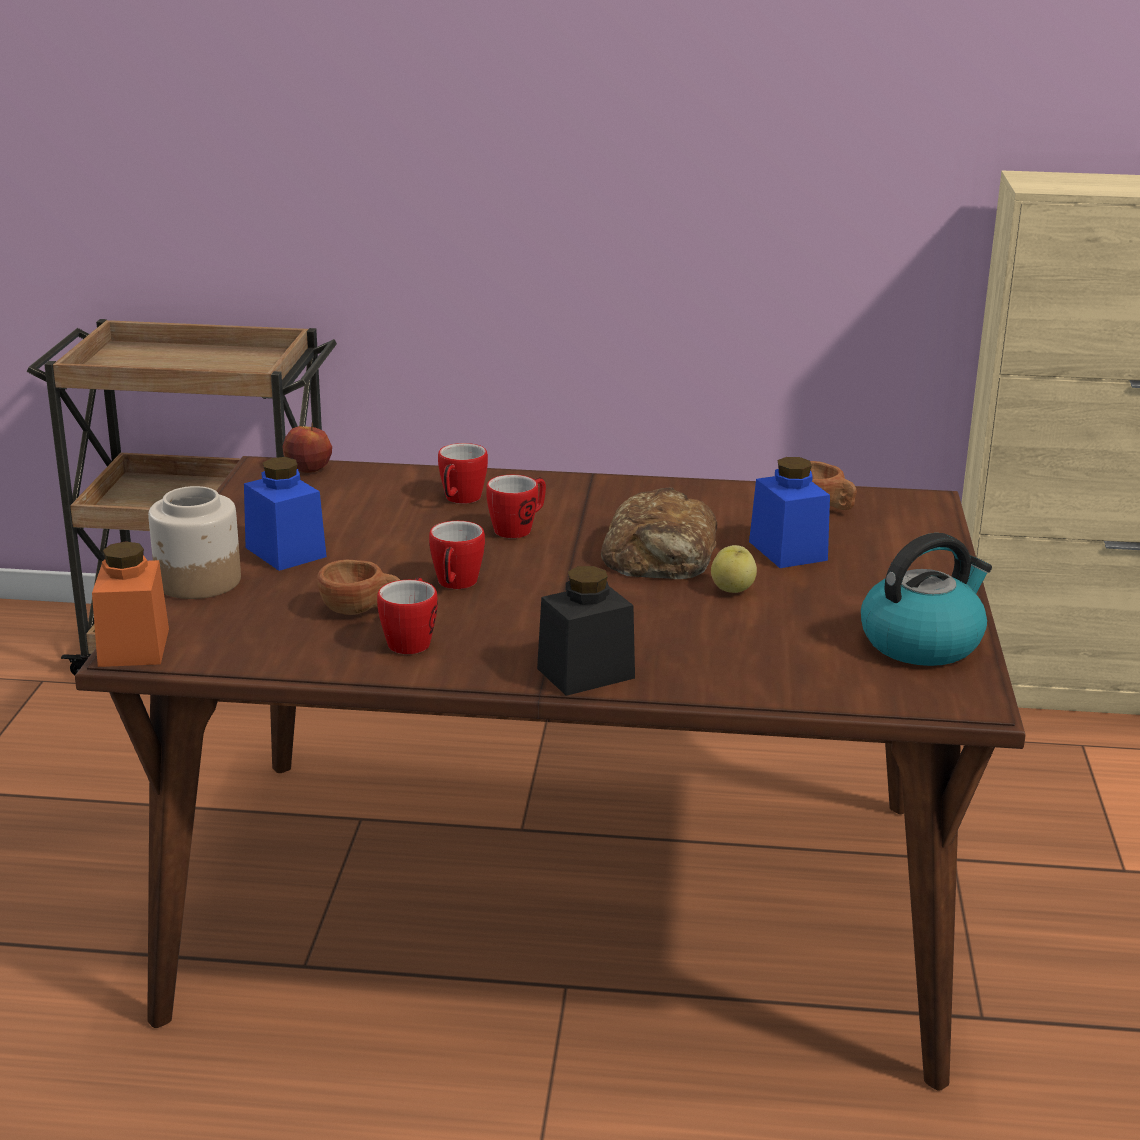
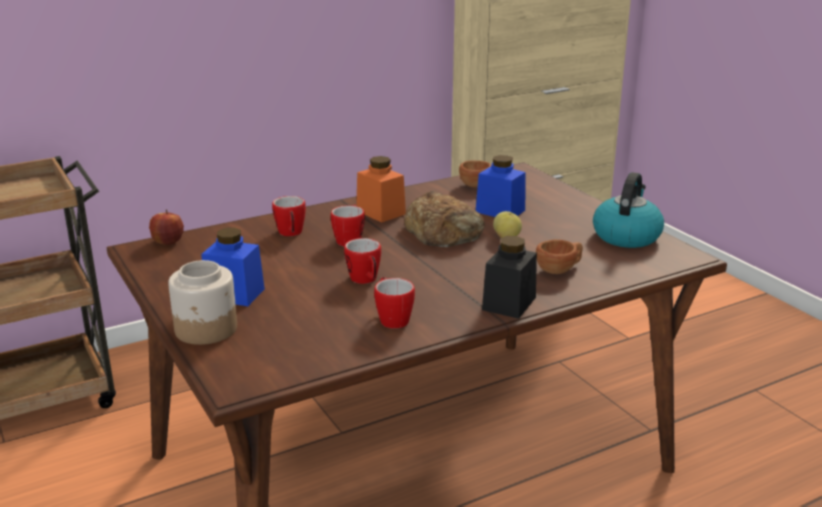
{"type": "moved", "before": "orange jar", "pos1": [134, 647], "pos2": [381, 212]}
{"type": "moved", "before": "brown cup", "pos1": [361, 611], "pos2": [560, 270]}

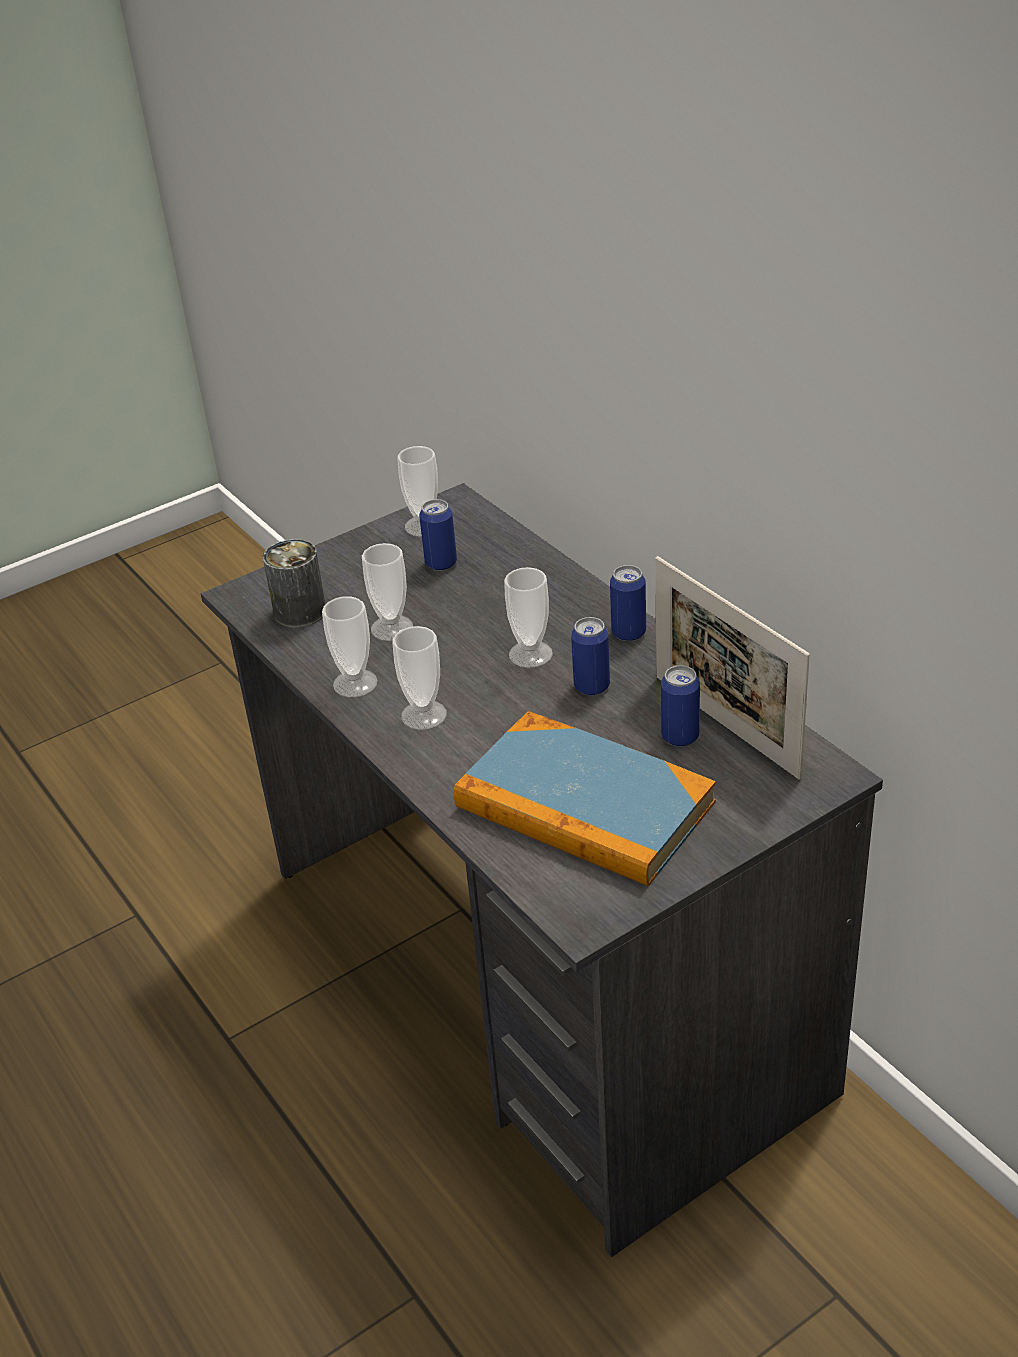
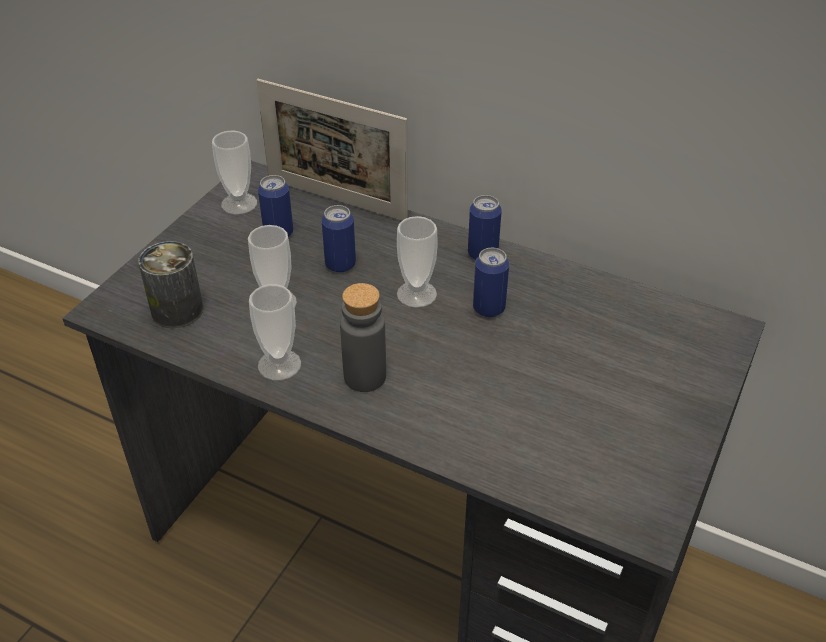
{"type": "replaced", "before": "cup", "after": "grey bottle", "pos1": [424, 715], "pos2": [365, 377]}
{"type": "removed", "before": "book", "pos1": [584, 806]}
{"type": "moved", "before": "picture frame", "pos1": [725, 725], "pos2": [336, 200]}
{"type": "moved", "before": "can", "pos1": [680, 736], "pos2": [340, 264]}

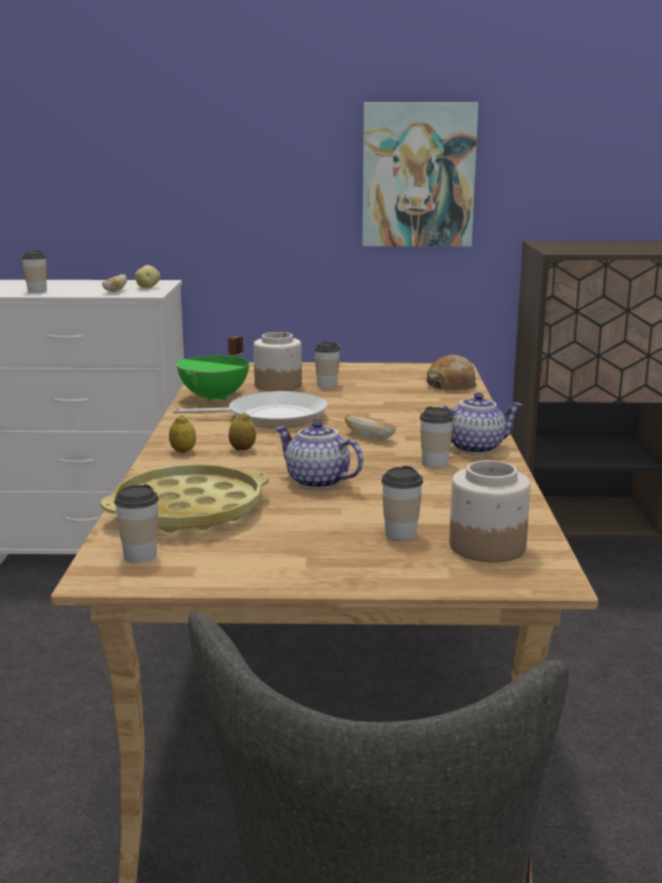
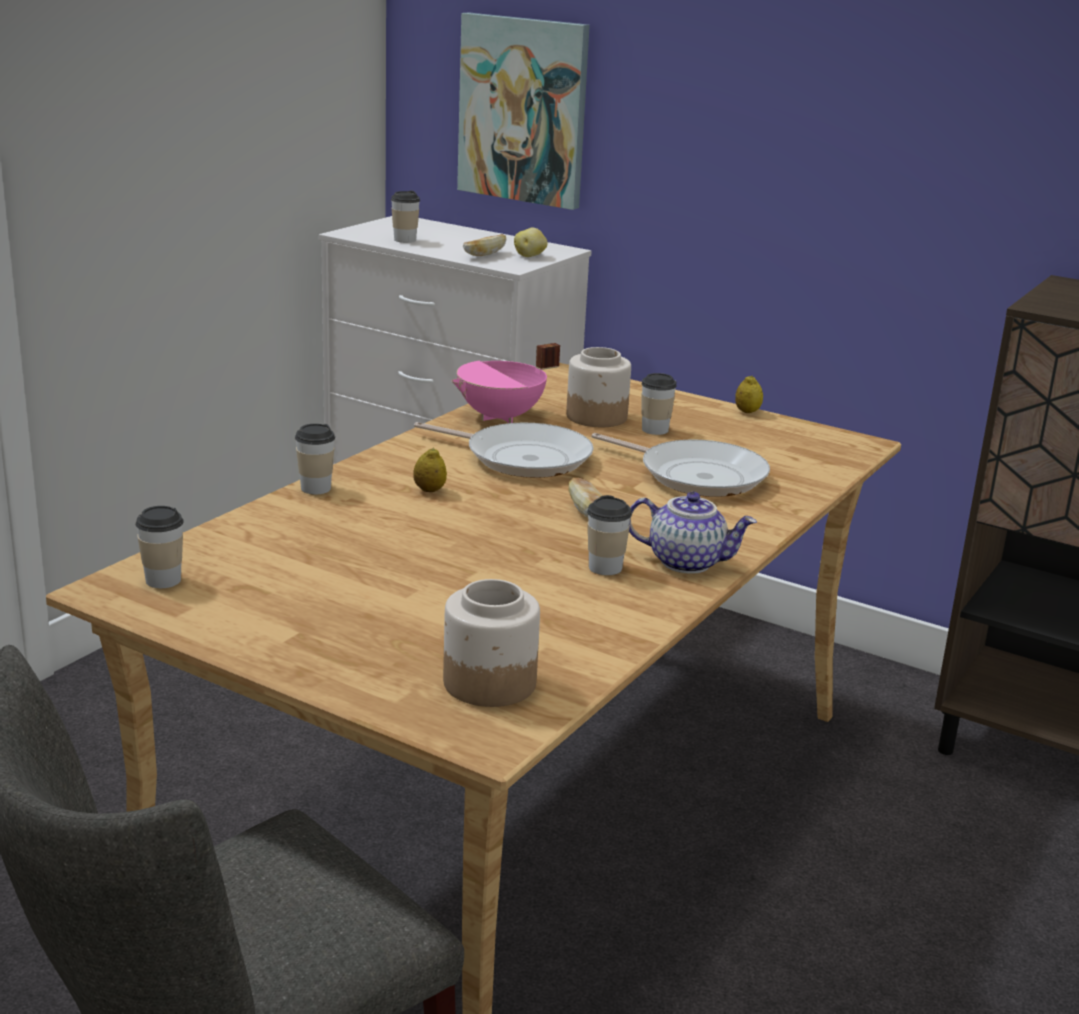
{"type": "removed", "before": "yellow tray", "pos1": [189, 510]}
{"type": "moved", "before": "lemon", "pos1": [183, 451], "pos2": [747, 412]}
{"type": "recoloured", "before": "green cooking pot", "after": "pink cooking pot", "pos1": [216, 398], "pos2": [501, 417]}
{"type": "removed", "before": "teapot", "pos1": [316, 482]}
{"type": "moved", "before": "picture", "pos1": [418, 175], "pos2": [523, 110]}
{"type": "moved", "before": "cup", "pos1": [400, 534], "pos2": [315, 488]}
{"type": "removed", "before": "bread", "pos1": [451, 385]}
{"type": "added", "after": "frying pan", "pos2": [696, 475]}

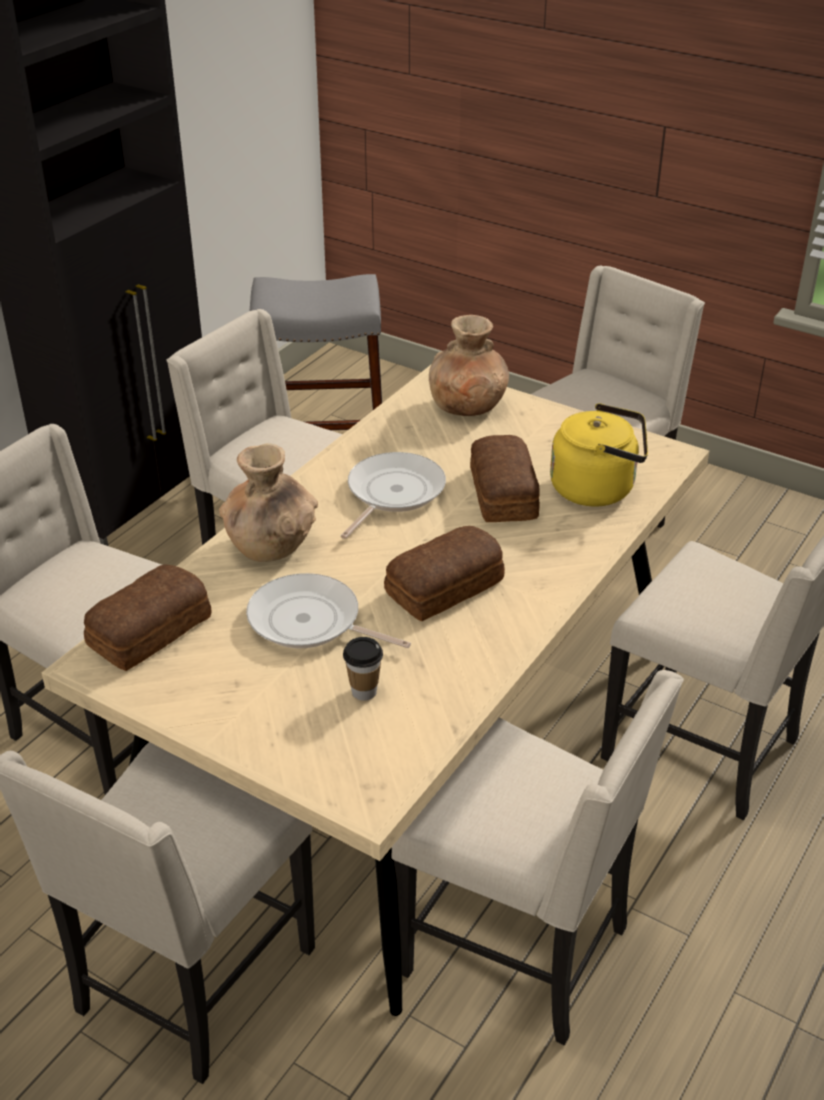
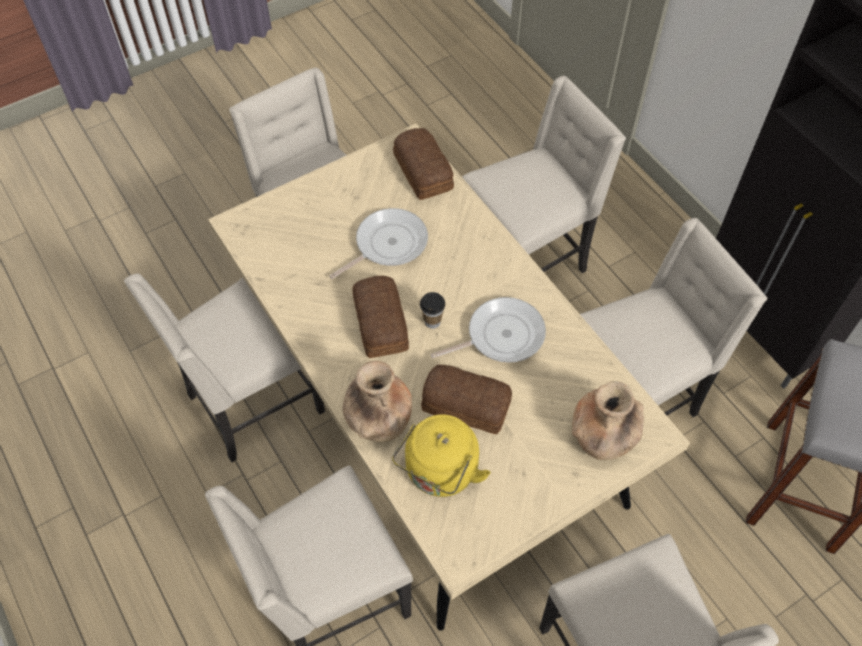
{"type": "moved", "before": "brown vase", "pos1": [270, 546], "pos2": [378, 419]}
{"type": "turned", "before": "frying pan", "pos1": [392, 493], "pos2": [501, 335], "turn": -75}
{"type": "moved", "before": "cup", "pos1": [364, 692], "pos2": [432, 322]}

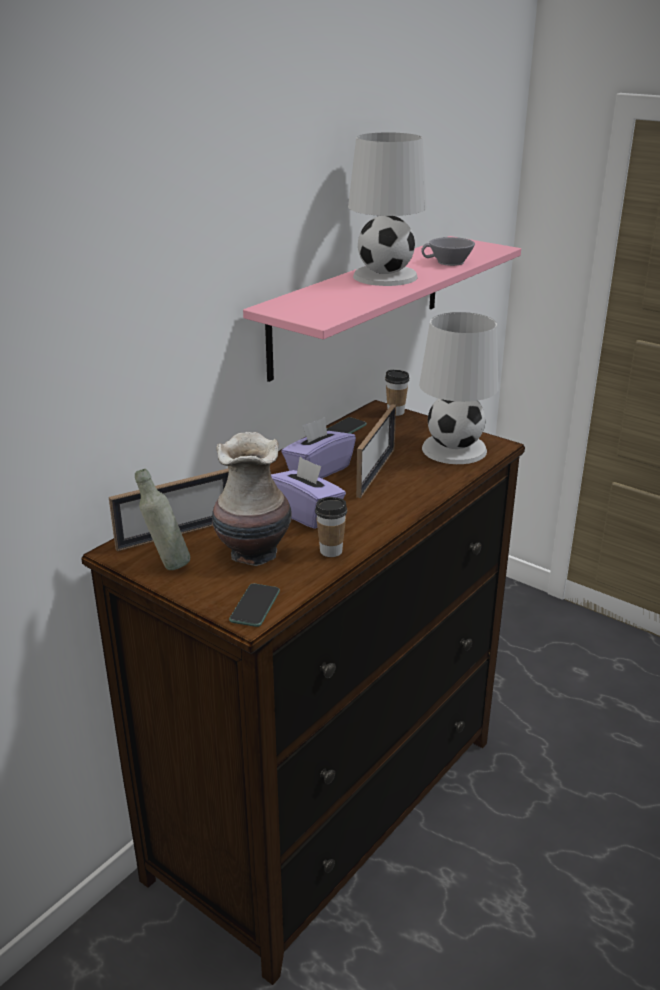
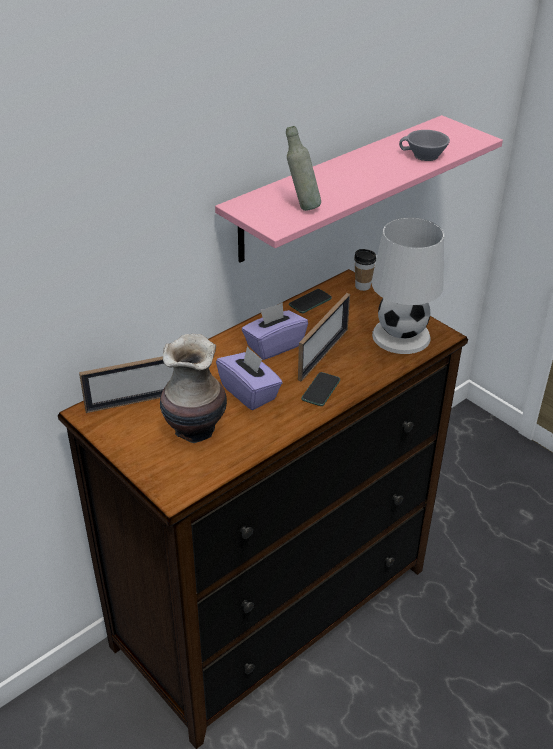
{"type": "moved", "before": "grey bottle", "pos1": [167, 564], "pos2": [302, 206]}
{"type": "moved", "before": "phone", "pos1": [255, 606], "pos2": [321, 390]}
{"type": "removed", "before": "cup", "pos1": [331, 551]}
{"type": "removed", "before": "white table lamp", "pos1": [386, 276]}

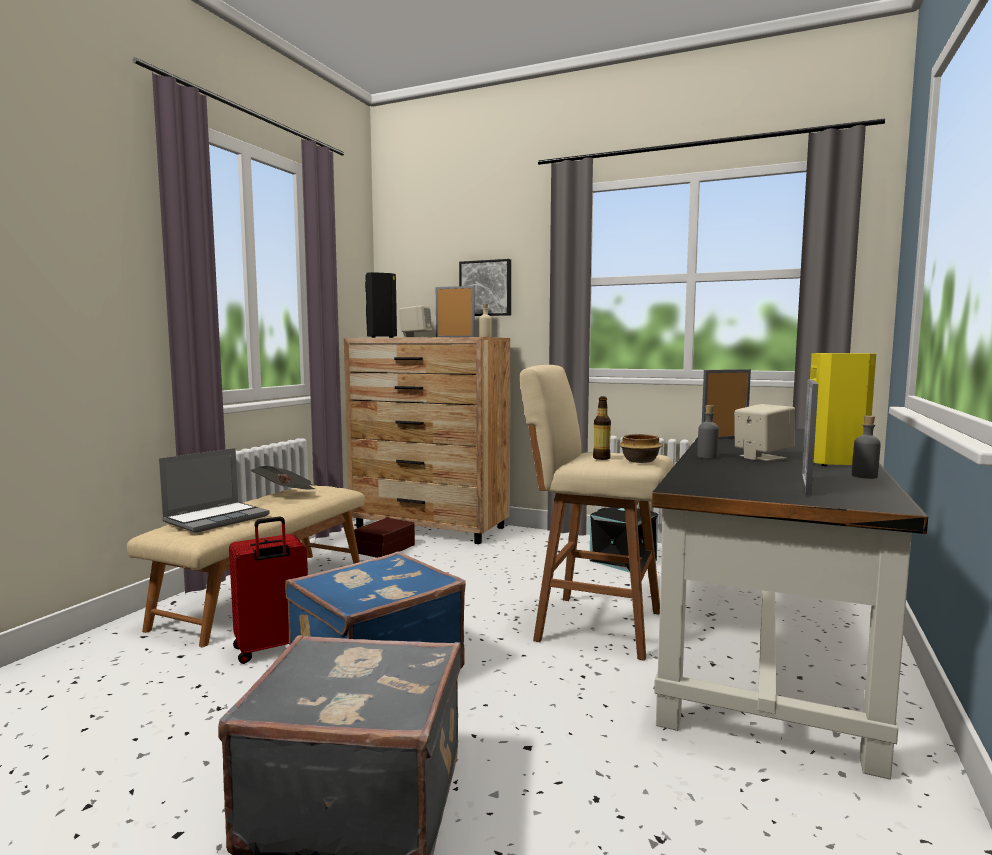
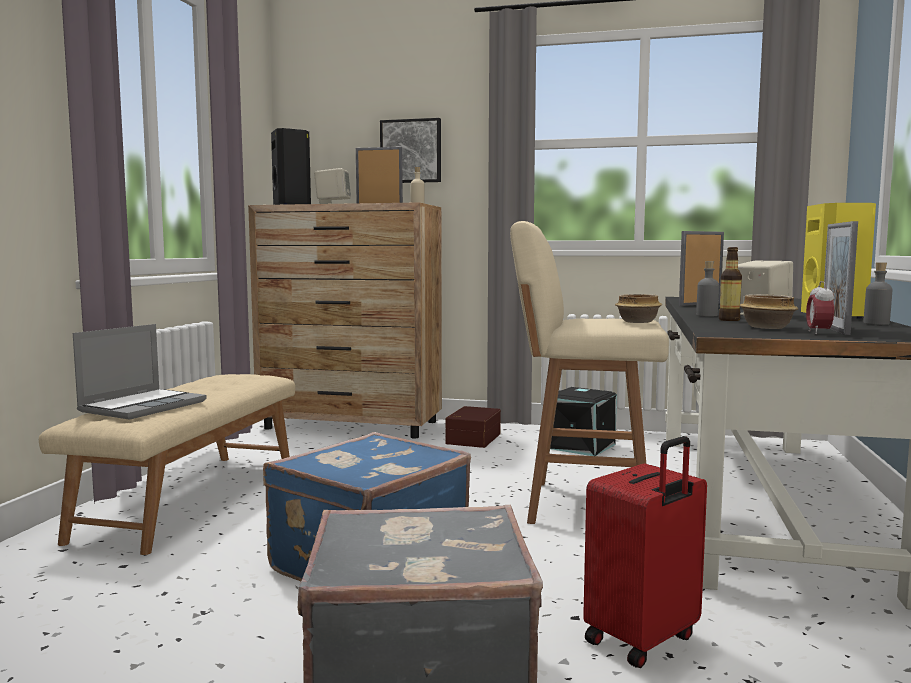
{"type": "moved", "before": "red suitcase", "pos1": [271, 649], "pos2": [643, 640]}
{"type": "removed", "before": "newspaper", "pos1": [287, 495]}
{"type": "moved", "before": "brown storage box", "pos1": [384, 548], "pos2": [472, 438]}
{"type": "moved", "before": "bottle", "pos1": [601, 458], "pos2": [729, 320]}
{"type": "added", "after": "bowl", "pos2": [767, 327]}
{"type": "added", "after": "alarm clock", "pos2": [818, 333]}

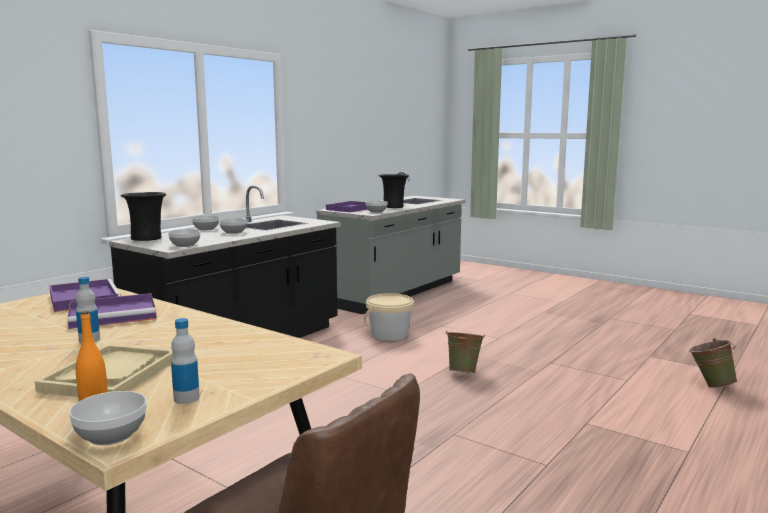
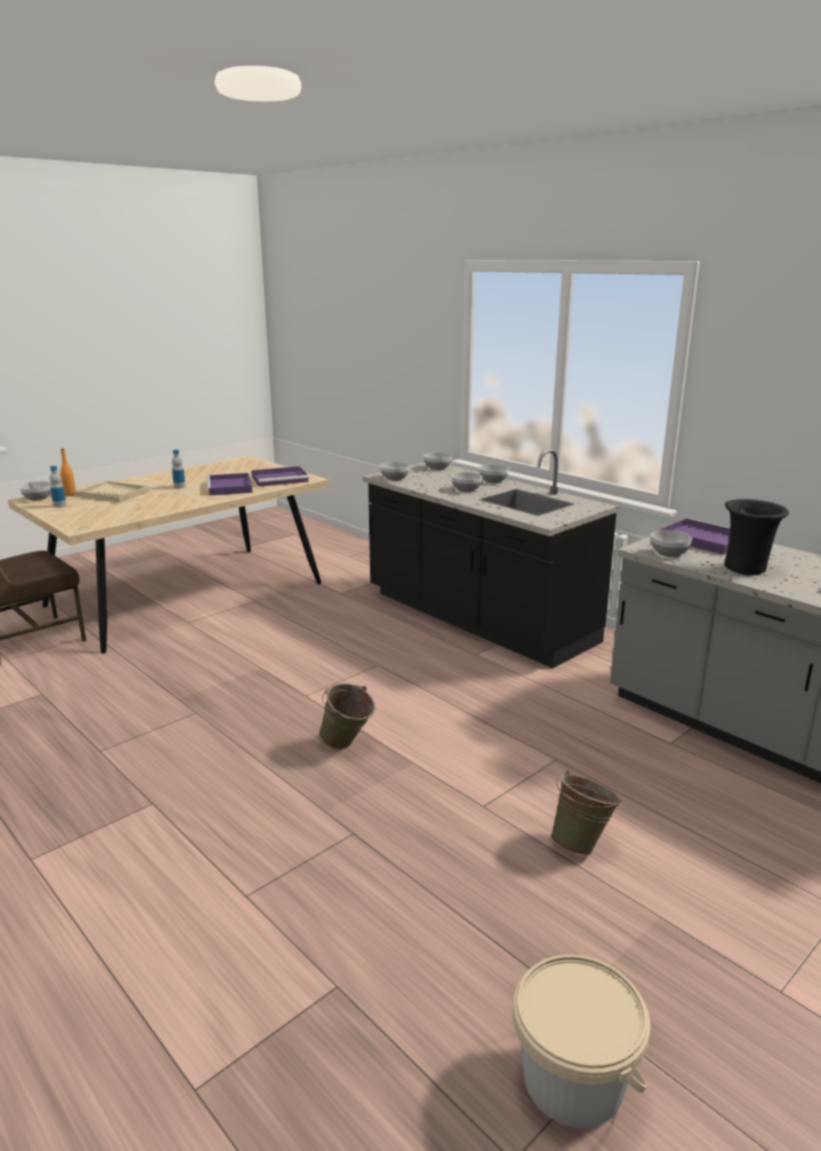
{"type": "replaced", "before": "black vase", "after": "bowl", "pos1": [146, 238], "pos2": [437, 468]}
{"type": "moved", "before": "beige bucket", "pos1": [389, 335], "pos2": [573, 1079]}
{"type": "moved", "before": "green bucket", "pos1": [710, 385], "pos2": [582, 844]}

